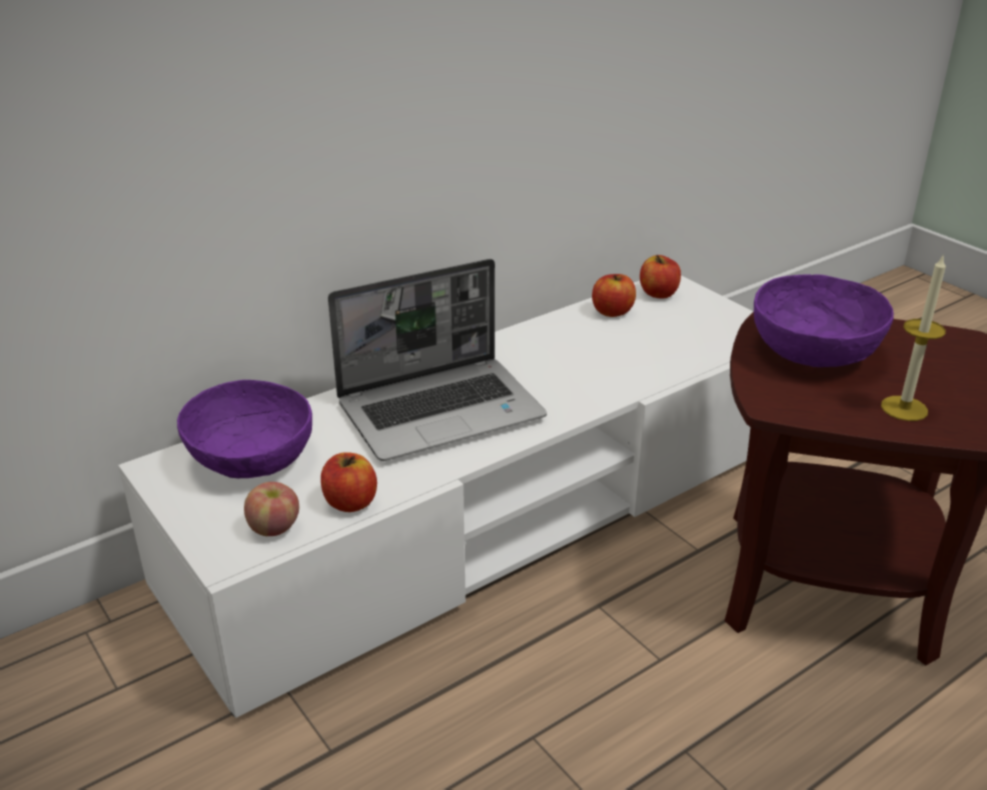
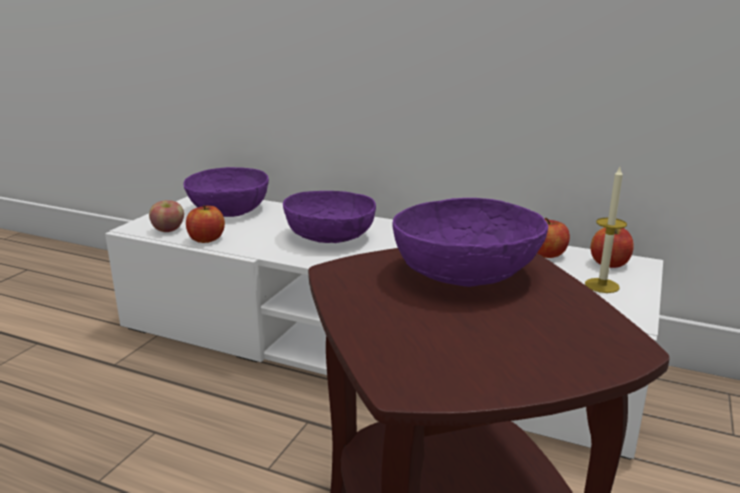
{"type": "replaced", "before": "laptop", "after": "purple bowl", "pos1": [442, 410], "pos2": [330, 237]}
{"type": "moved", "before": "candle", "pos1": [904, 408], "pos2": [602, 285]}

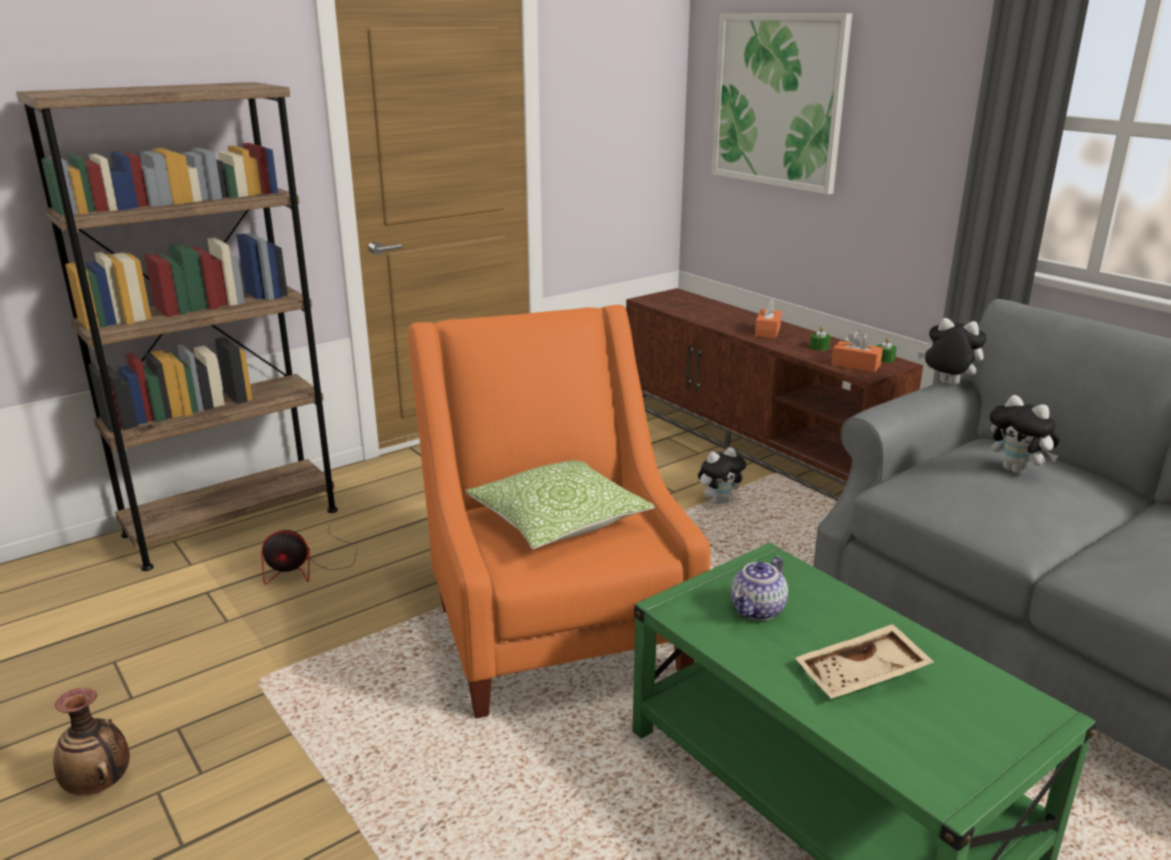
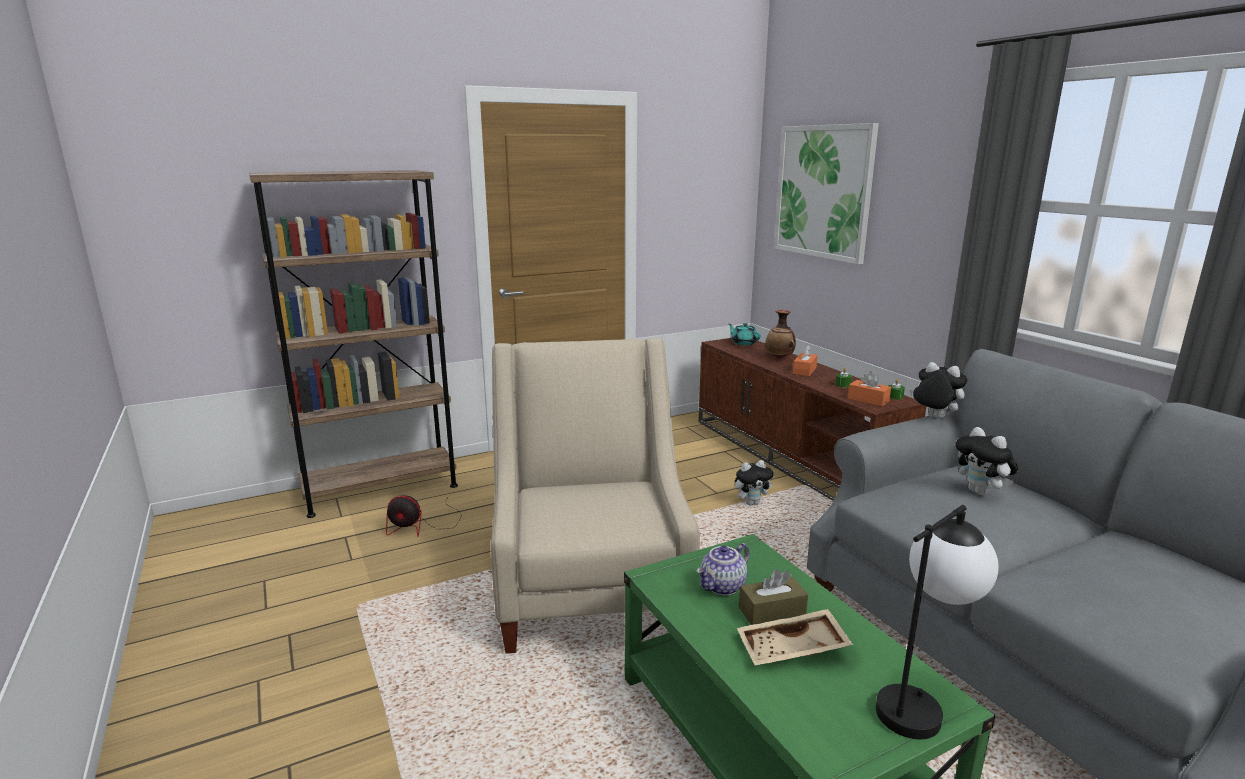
{"type": "moved", "before": "vase", "pos1": [100, 785], "pos2": [779, 358]}
{"type": "recoloured", "before": "orange armchair", "after": "beige armchair", "pos1": [555, 627], "pos2": [590, 589]}
{"type": "removed", "before": "pillow", "pos1": [558, 521]}
{"type": "added", "after": "turquoise teapot", "pos2": [743, 343]}
{"type": "added", "after": "brown tissue box", "pos2": [772, 611]}
{"type": "added", "after": "table lamp", "pos2": [920, 702]}

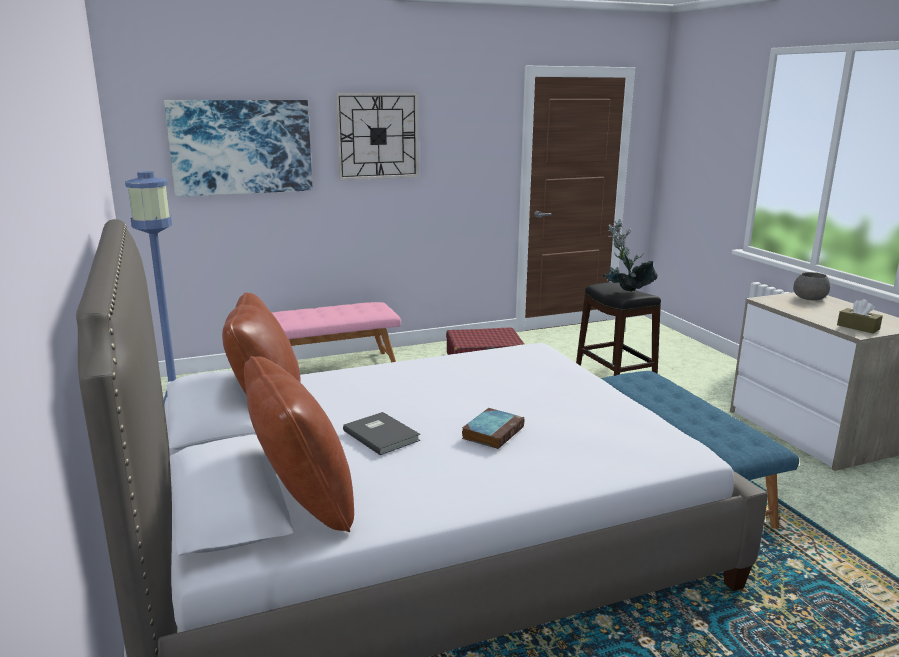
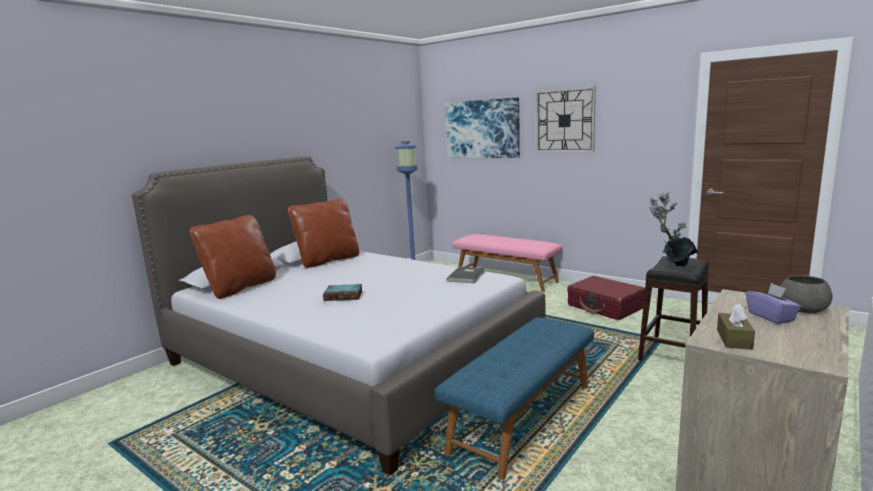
{"type": "moved", "before": "grey book", "pos1": [382, 434], "pos2": [467, 276]}
{"type": "added", "after": "purple tissue box", "pos2": [771, 317]}

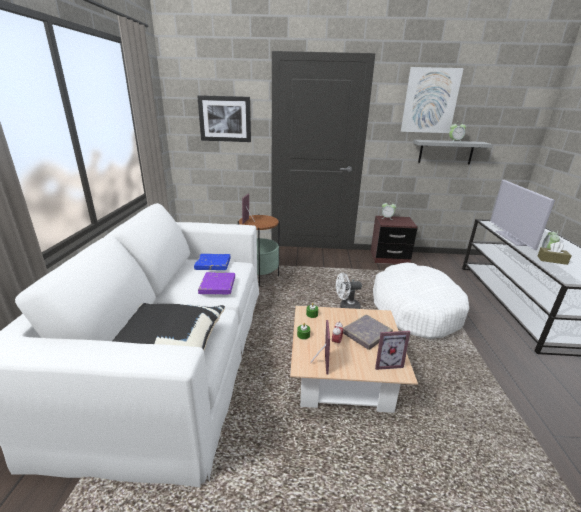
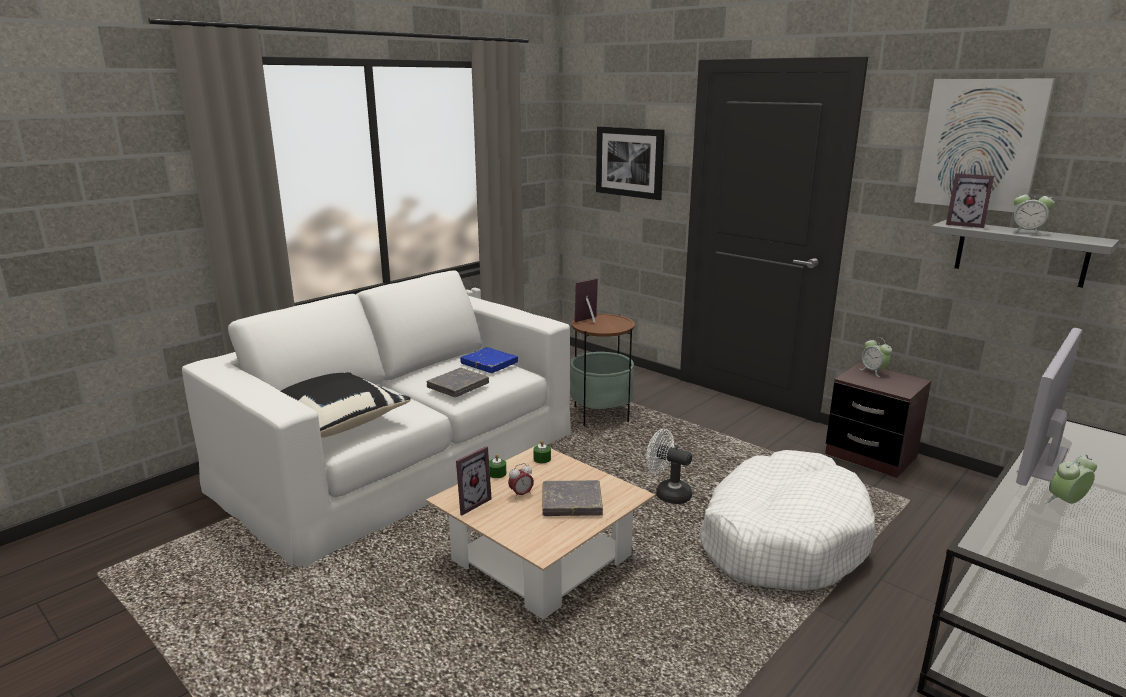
{"type": "recoloured", "before": "purple book", "after": "grey book", "pos1": [217, 286], "pos2": [458, 386]}
{"type": "moved", "before": "picture frame", "pos1": [386, 362], "pos2": [965, 224]}
{"type": "removed", "before": "brown tissue box", "pos1": [552, 260]}

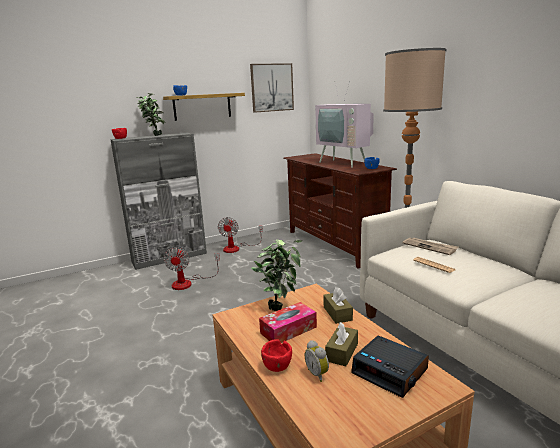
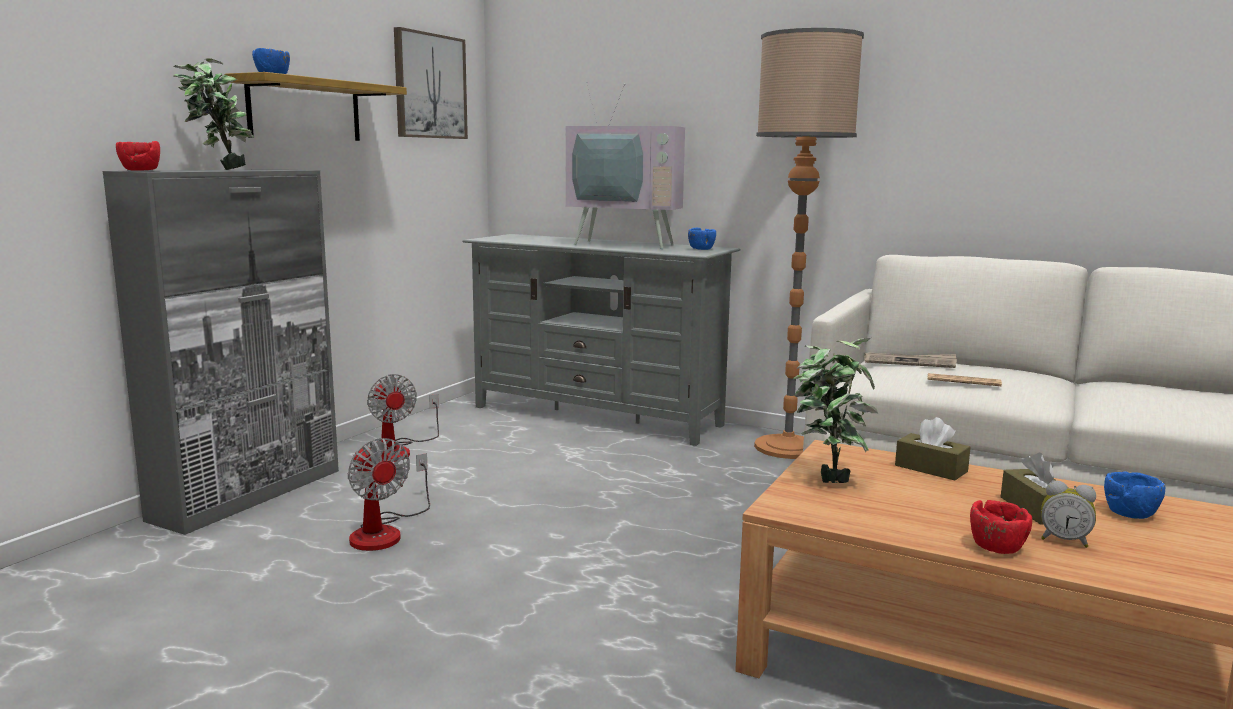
{"type": "removed", "before": "tissue box", "pos1": [288, 330]}
{"type": "recoloured", "before": "brown tv stand", "after": "grey tv stand", "pos1": [334, 244], "pos2": [597, 416]}
{"type": "replaced", "before": "alarm clock", "after": "blue bowl", "pos1": [390, 371], "pos2": [1130, 513]}

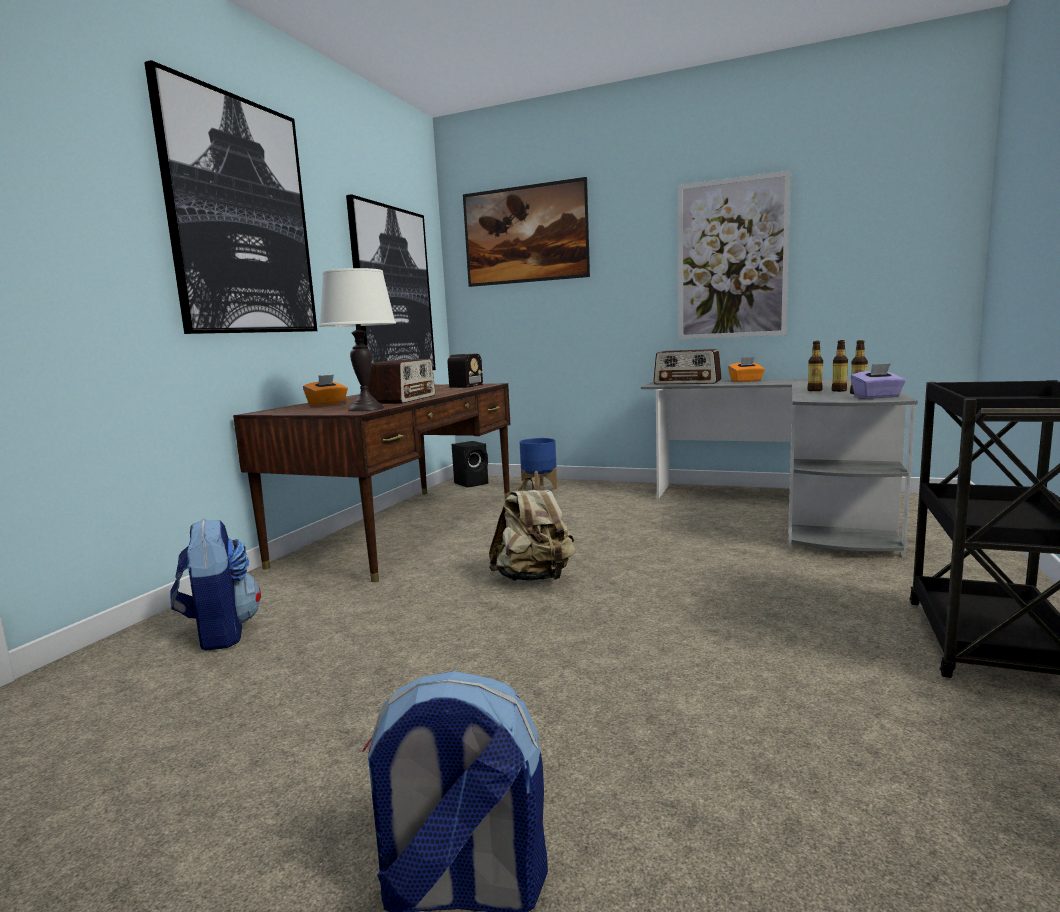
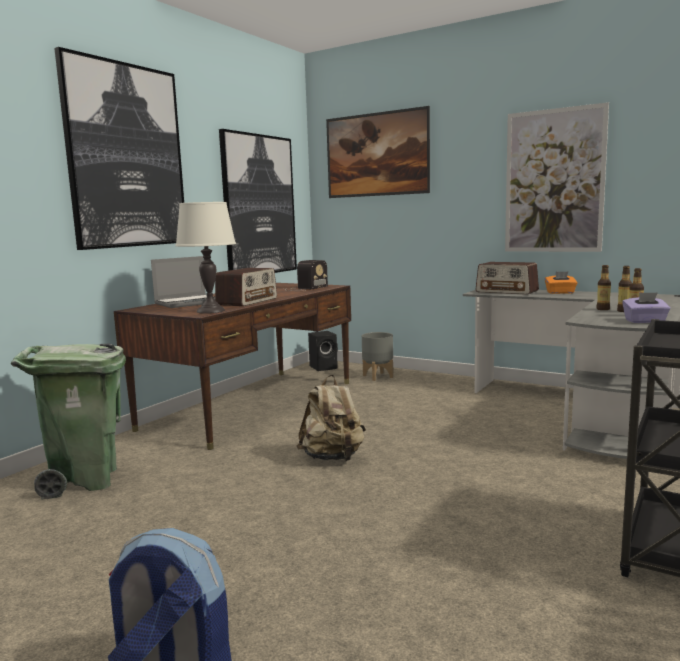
{"type": "replaced", "before": "backpack", "after": "green trash can", "pos1": [220, 633], "pos2": [85, 480]}
{"type": "replaced", "before": "orange tissue box", "after": "laptop", "pos1": [327, 404], "pos2": [189, 303]}
{"type": "recoloured", "before": "blue planter", "after": "grey planter", "pos1": [540, 489], "pos2": [378, 376]}

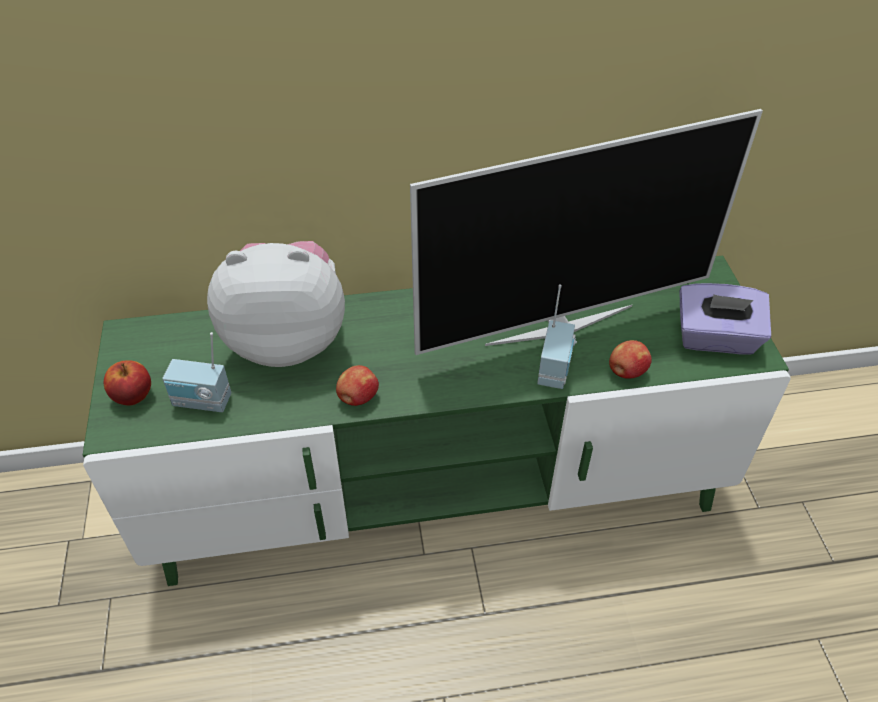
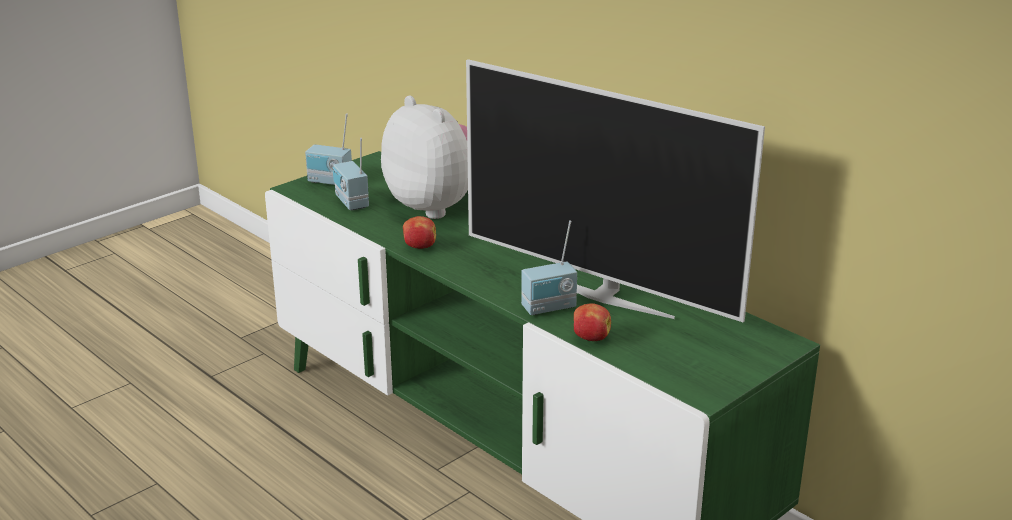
{"type": "replaced", "before": "apple", "after": "radio", "pos1": [133, 396], "pos2": [329, 182]}
{"type": "removed", "before": "purple tissue box", "pos1": [715, 339]}

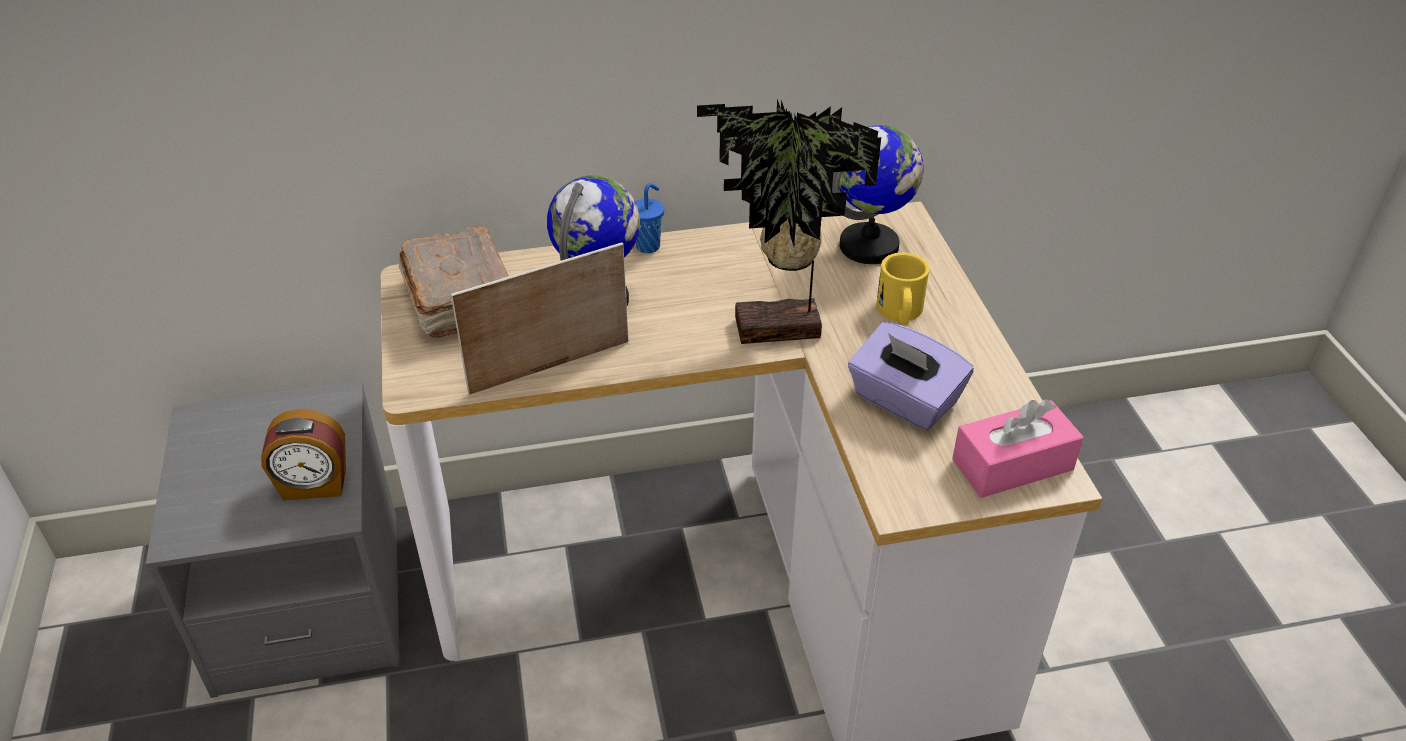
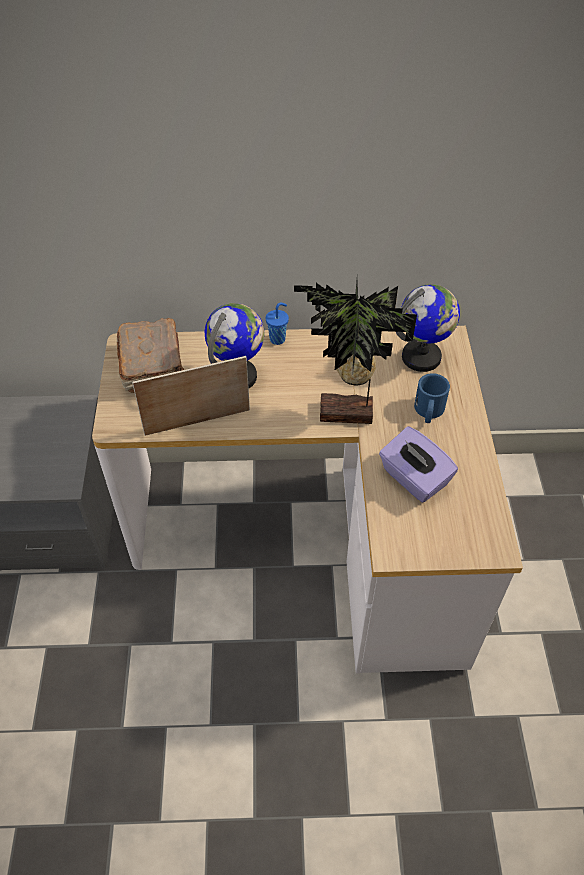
{"type": "removed", "before": "alarm clock", "pos1": [314, 485]}
{"type": "recoloured", "before": "yellow mug", "after": "blue mug", "pos1": [900, 313], "pos2": [428, 412]}
{"type": "removed", "before": "pink tissue box", "pos1": [1012, 464]}

